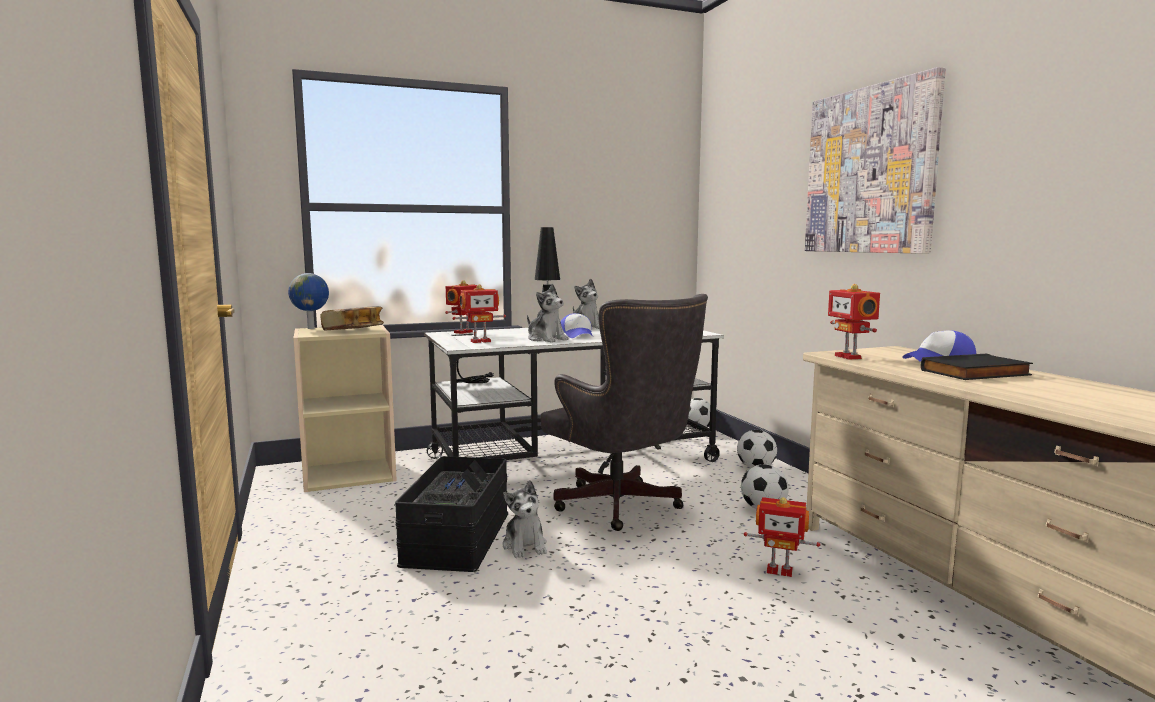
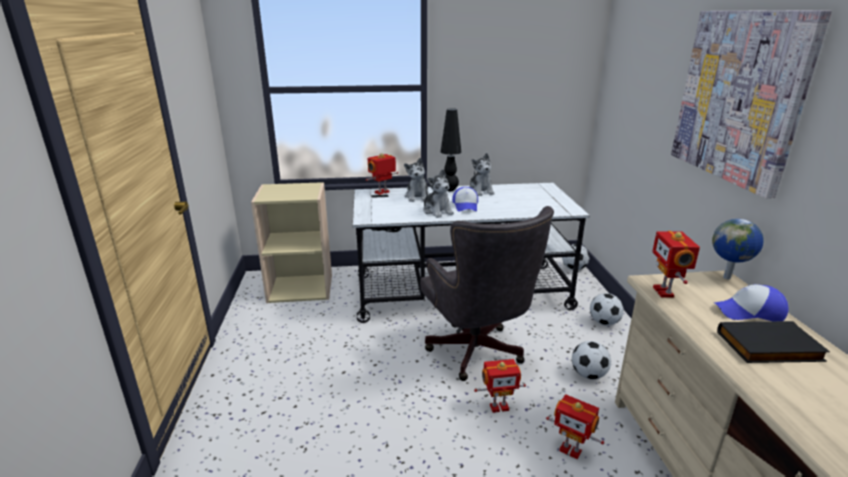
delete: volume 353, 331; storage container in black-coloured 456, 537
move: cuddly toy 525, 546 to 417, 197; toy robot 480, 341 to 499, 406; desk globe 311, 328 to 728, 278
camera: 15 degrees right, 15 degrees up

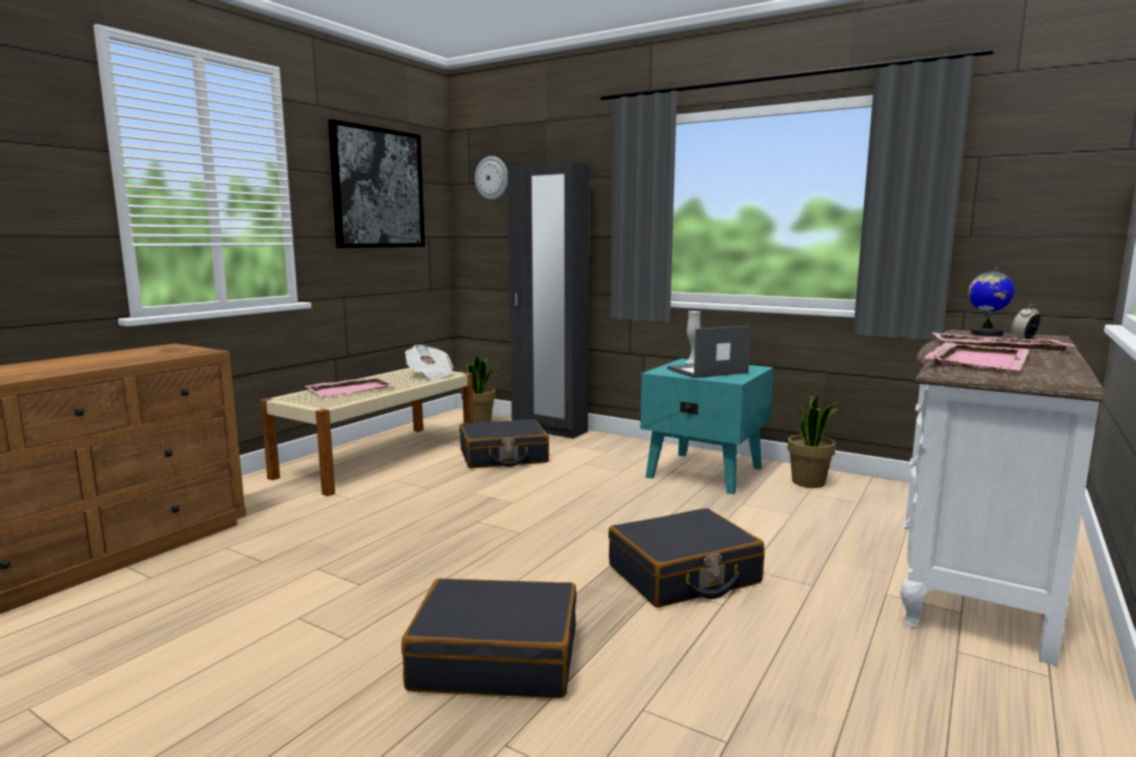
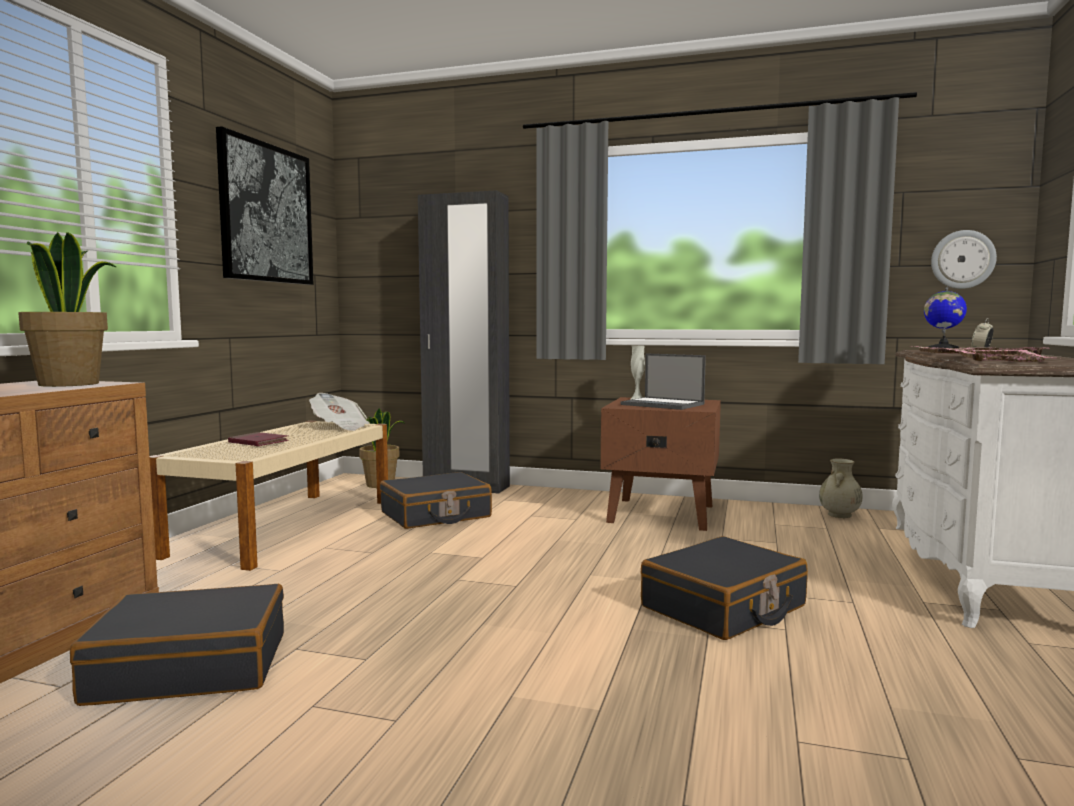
insert: decorative vase in beige-coloured 839, 515
move: plant in a pot 809, 482 to 70, 384; travel case in black-coloured 496, 658 to 190, 667; wall clock 492, 178 to 962, 259
replace: carrying tray in pink 351, 389 to volume in red 258, 442
recolor: bedside table in turquoise-coloured 706, 472 to bedside table in brown-coloured 663, 514
rotate: notebook computer 706, 371 = 663, 404 105 degrees counterclockwise
camera: 15 degrees left, 5 degrees down

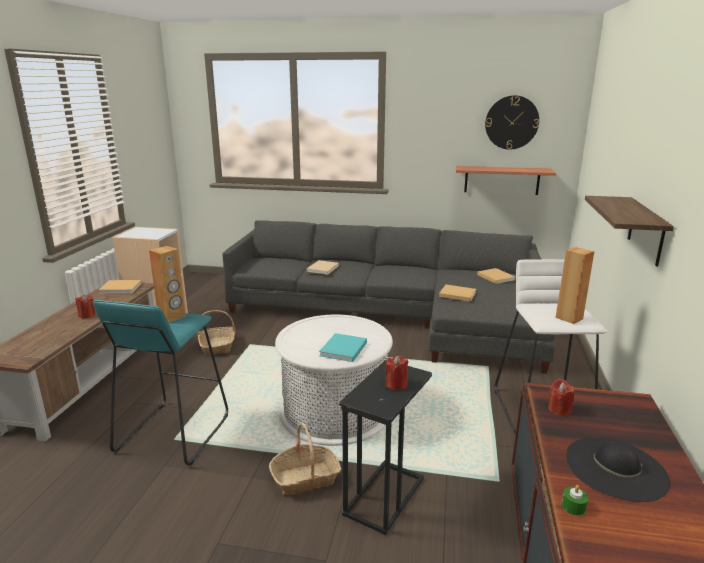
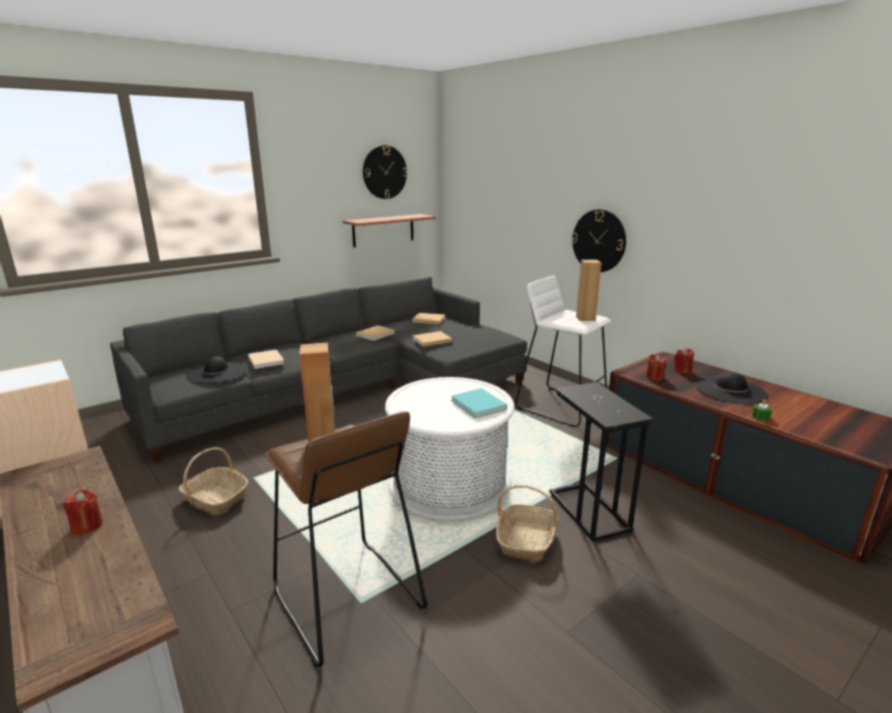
insert: wearable hat in black-coloured 217, 373
move: volume in beige-coloured 122, 288 to 376, 334; wax light in red 396, 384 to 682, 370
replace: bracket shelf 646, 231 to wall clock 599, 241
recolor: sitting stool in turquoise-coloured 172, 433 to sitting stool in brown-coloured 346, 600
camera: 50 degrees left, 0 degrees up

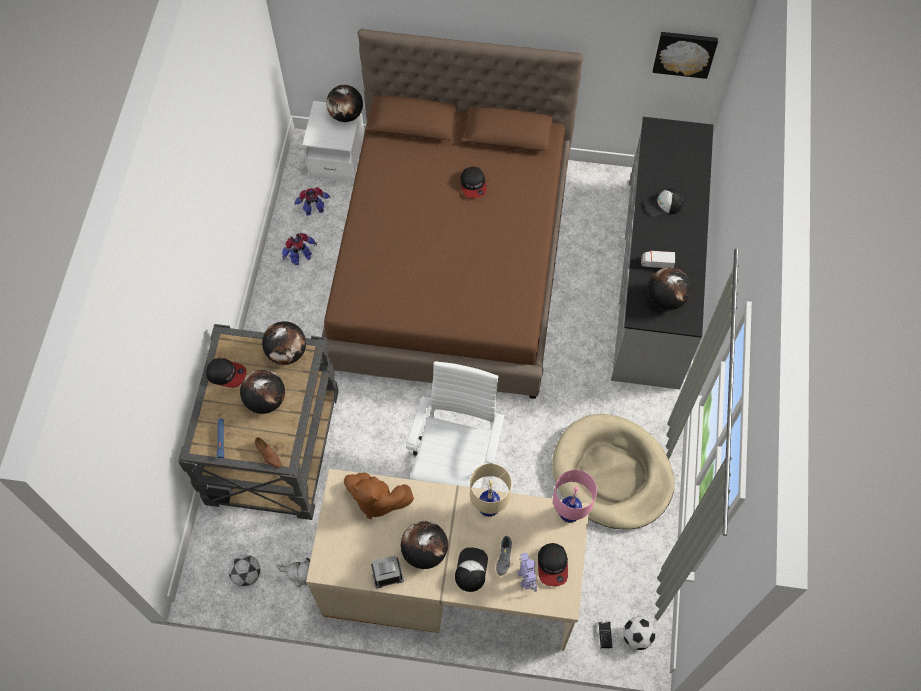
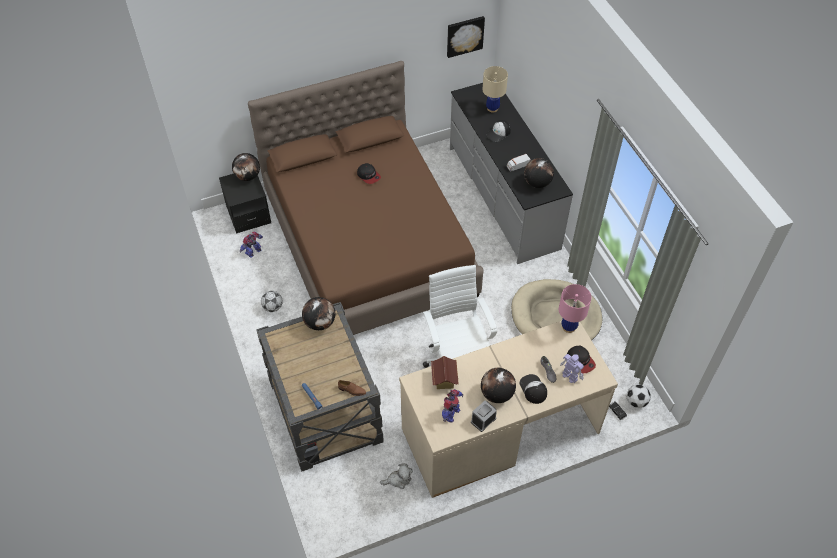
delete: cap 226, 374; desk globe 265, 400
move: football 247, 574 to 273, 307; toy robot 300, 257 to 450, 413; tabletop lamp in beige-coloured 489, 508 to 492, 108
replace: cuddly toy in brown-coloured 376, 500 to miniature house 444, 380
recolor: bedside table in whitish 337, 158 to bedside table in black-coloured 248, 214
camera: 30 degrees left, 10 degrees down

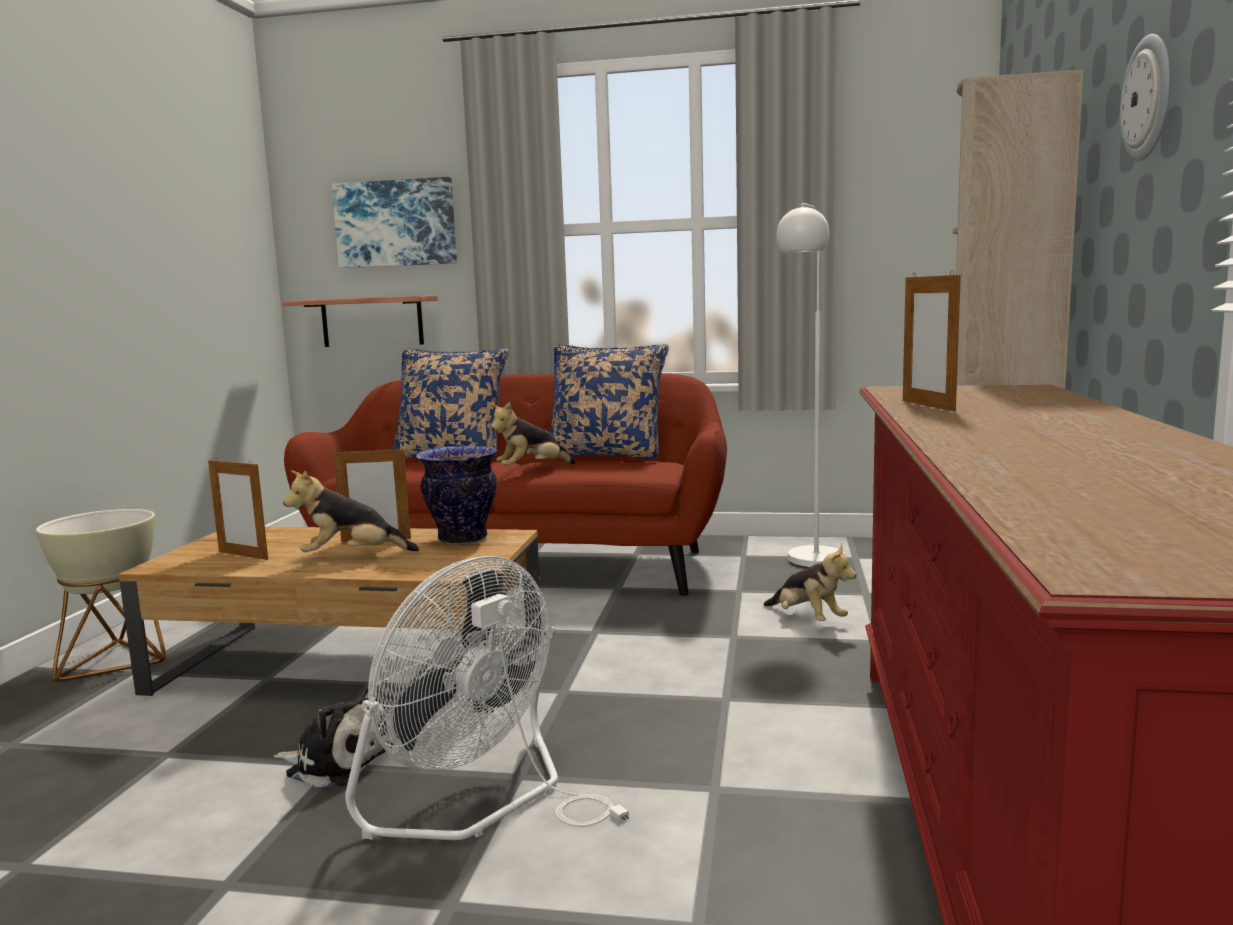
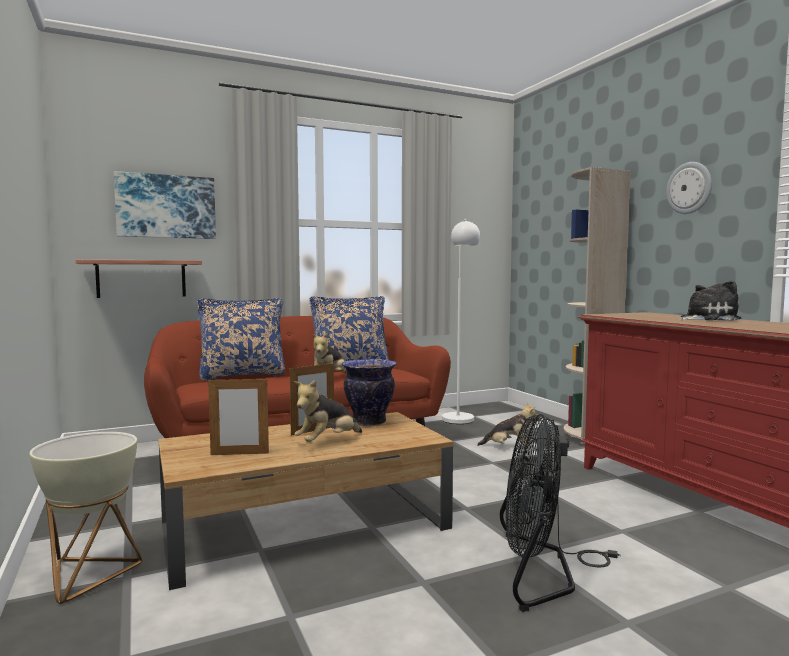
delete: photo frame 928, 406
move: cuddly toy 336, 761 to 706, 319
recolor: fan in whitish 497, 798 to fan in black-coloured 544, 567
camera: 35 degrees left, 5 degrees down

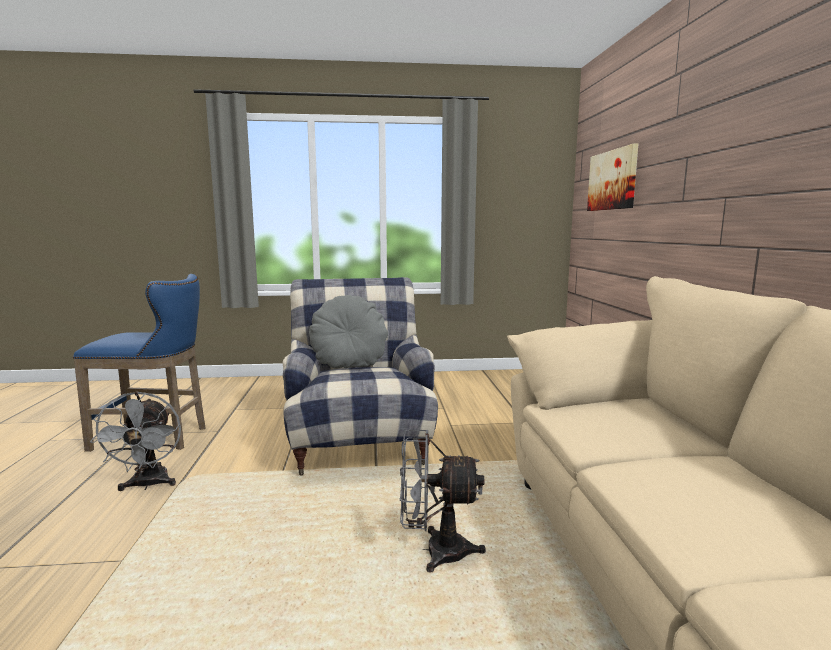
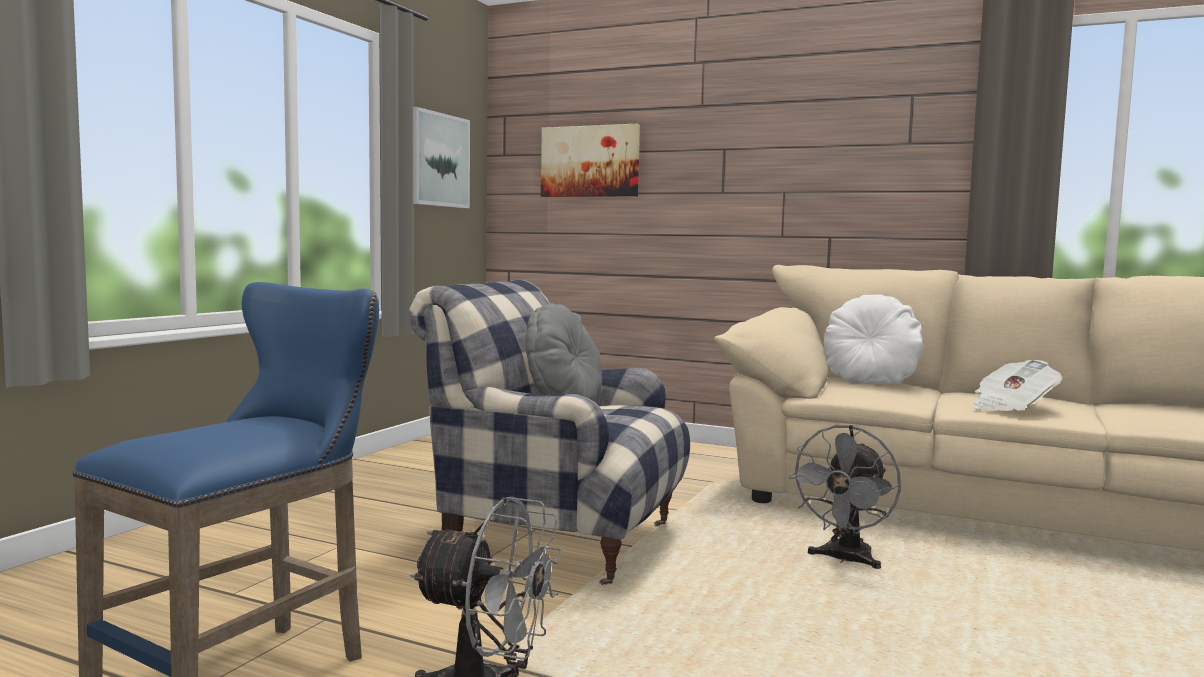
insert: wall picture 438, 160; pillow in whitish 870, 383; newspaper 1011, 408
camera: 60 degrees left, 5 degrees down

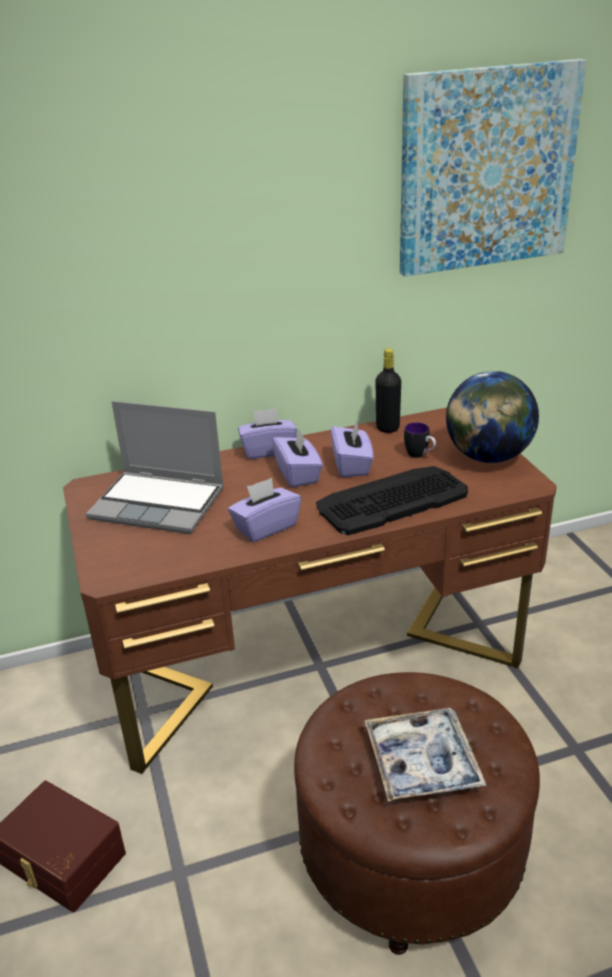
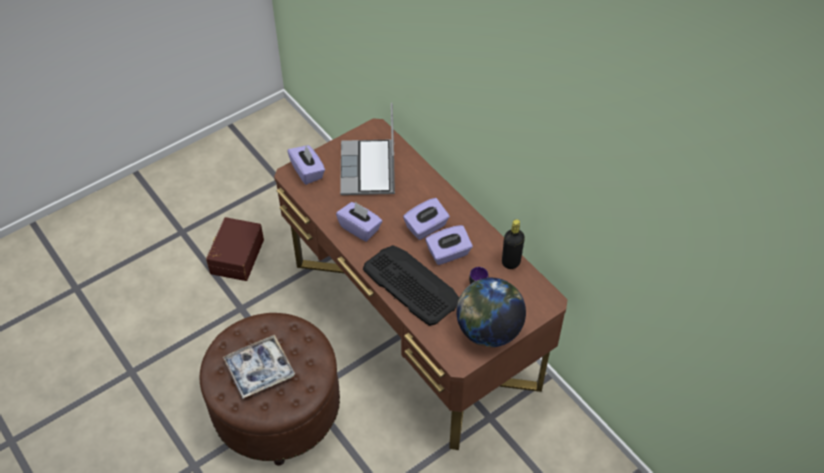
delete: wall picture 486, 169
move: box of tissues in purple 268, 450 to 307, 171
camera: 70 degrees right, 20 degrees up

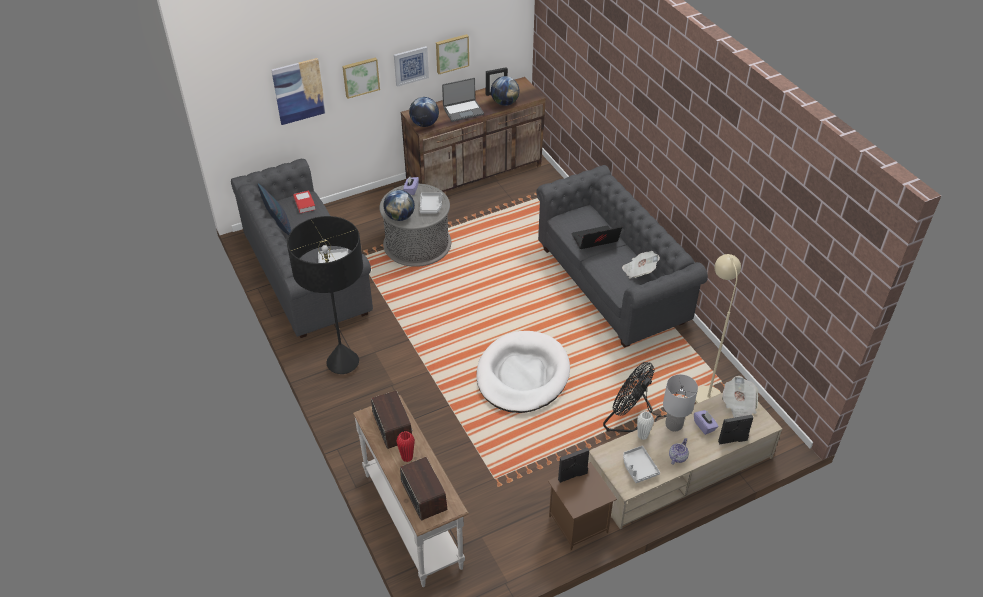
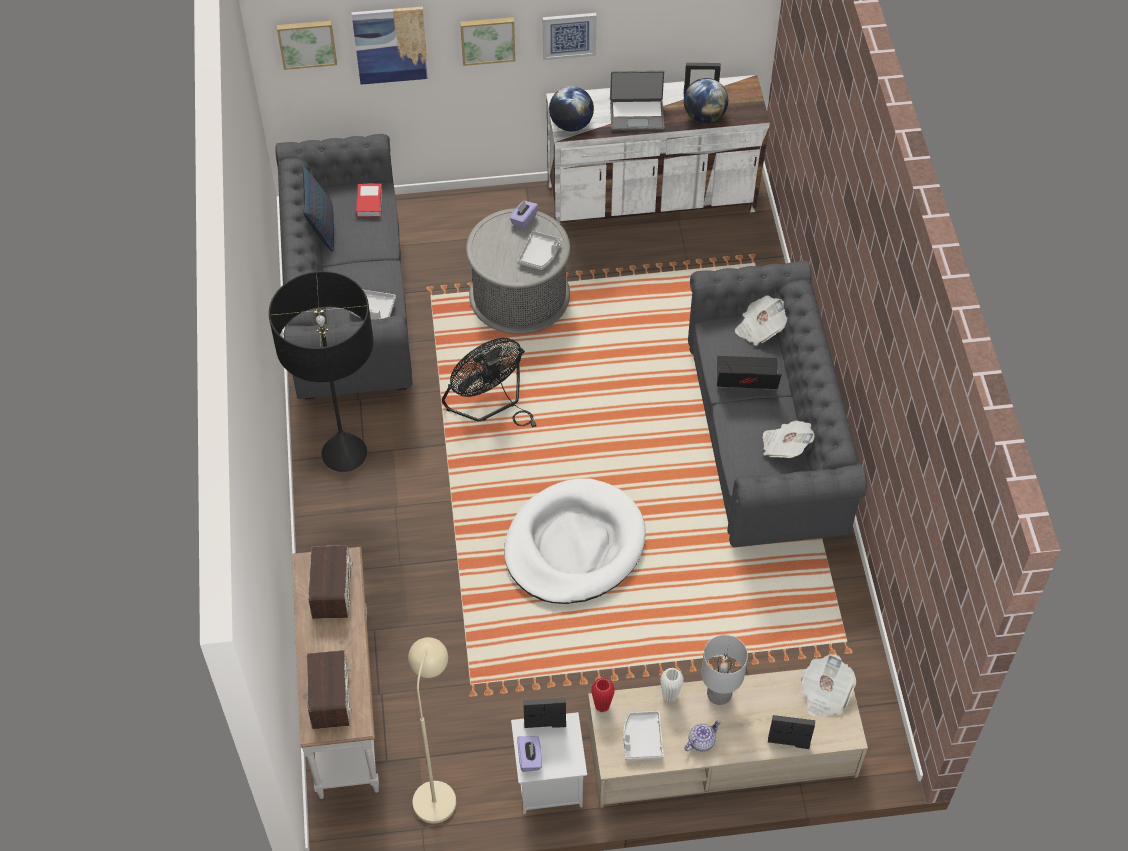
delete: desk globe 400, 217
insert: newspaper 759, 328
move: wall picture 451, 53 to 307, 43; standard lamp in beige-coloured 705, 392 to 437, 790; fan in black-coloured 636, 415 to 495, 403; box of tissues in purple 704, 426 to 530, 758; decorative vase in red 407, 457 to 602, 706
recolor: bedside table in brown-coloured 577, 525 to bedside table in grey 547, 784; storage cabinet in brown-coloured 475, 174 to storage cabinet in whitish 652, 199
camera: 20 degrees right, 10 degrees up

